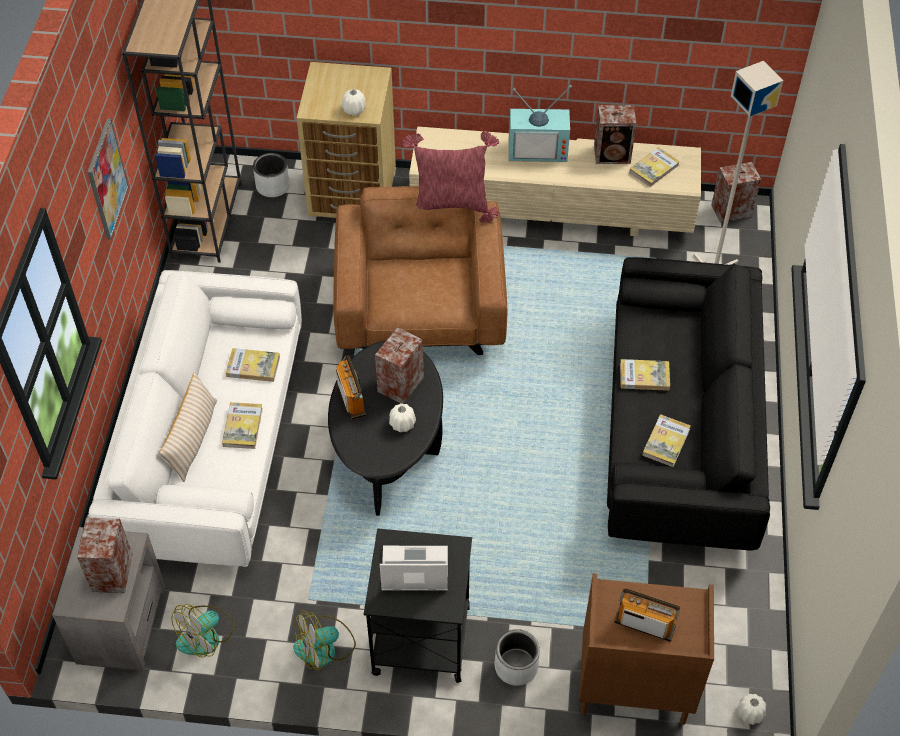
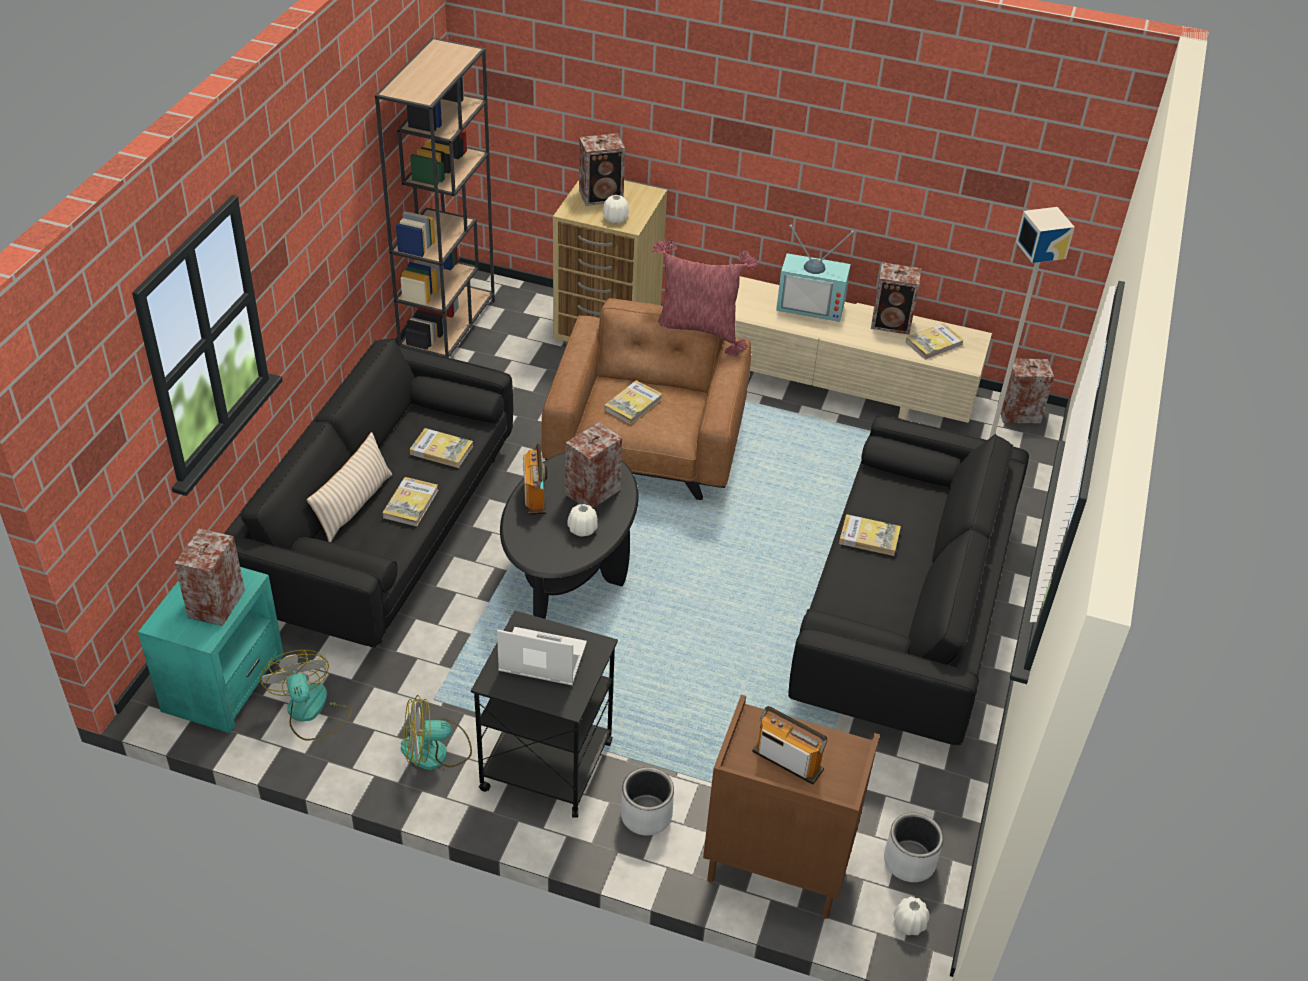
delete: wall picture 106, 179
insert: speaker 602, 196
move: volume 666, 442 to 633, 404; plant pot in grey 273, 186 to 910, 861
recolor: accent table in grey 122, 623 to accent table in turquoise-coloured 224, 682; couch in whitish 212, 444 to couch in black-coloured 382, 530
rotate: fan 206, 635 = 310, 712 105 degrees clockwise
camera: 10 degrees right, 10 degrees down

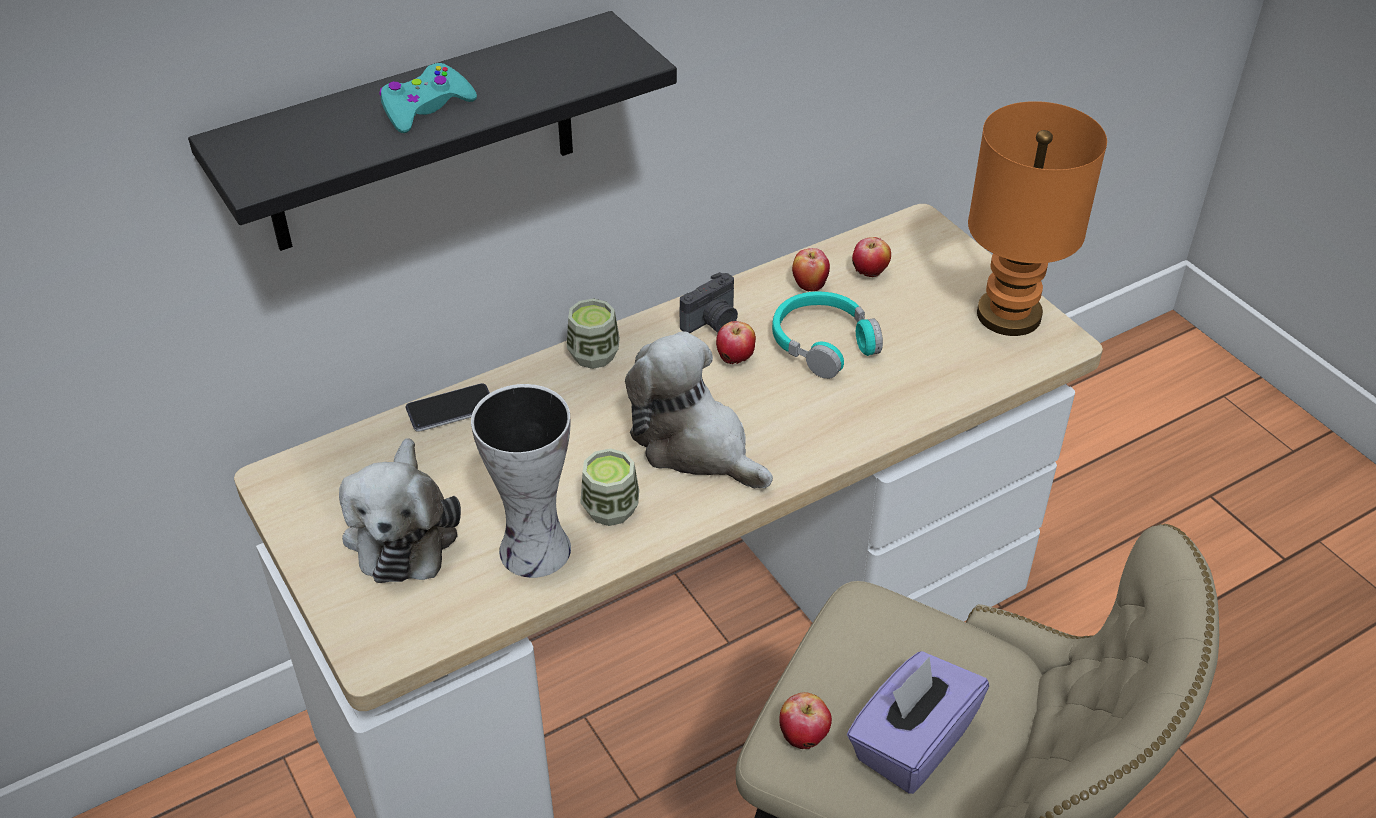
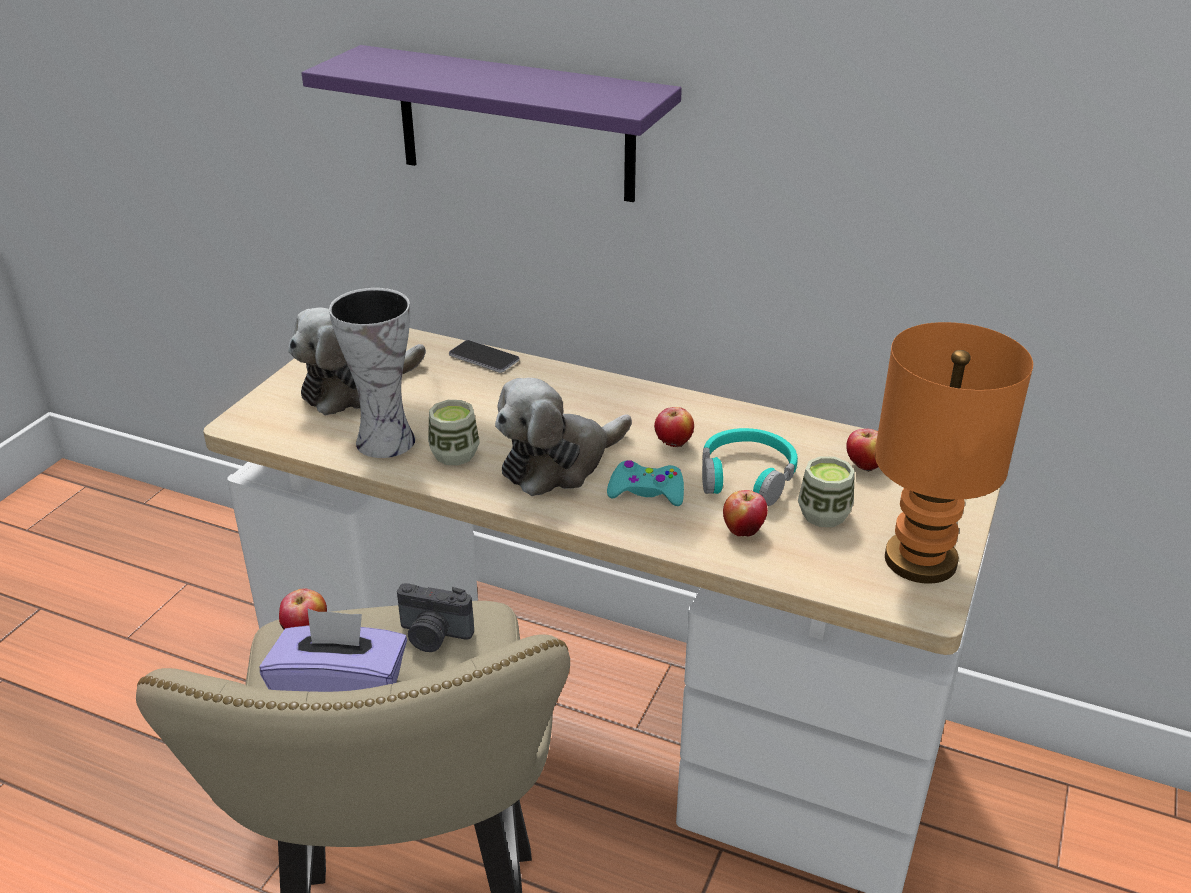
move: photo camera 712, 322 to 433, 636; game controller in turquoise-coloured 426, 108 to 646, 492; apple 809, 285 to 743, 531; small cup 593, 354 to 823, 514
recolor: bracket shelf in black-coloured 421, 135 to bracket shelf in purple 515, 124
rotate: cuddly toy 695, 445 = 559, 463 135 degrees counterclockwise
camera: 55 degrees right, 10 degrees down

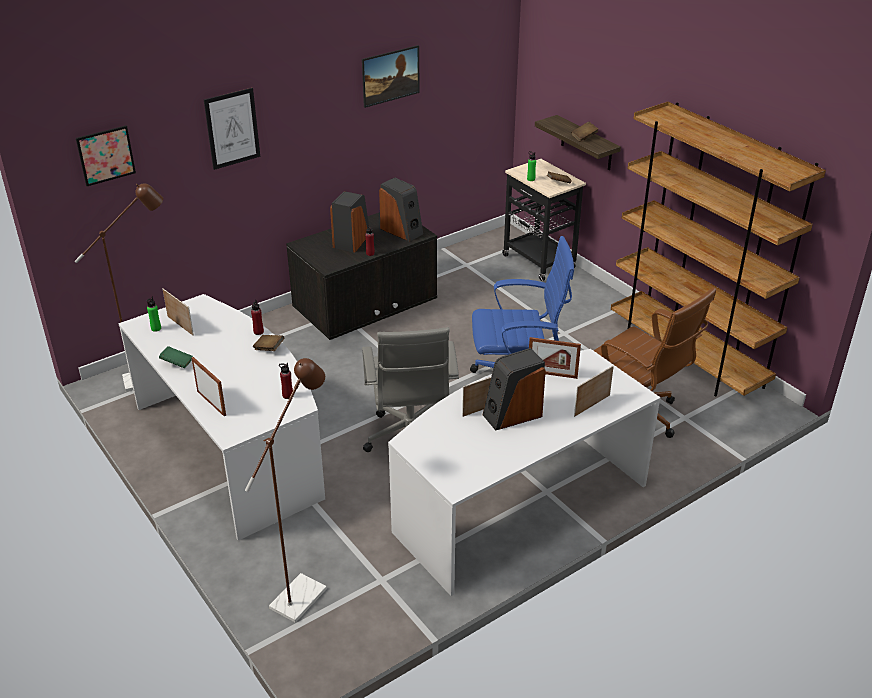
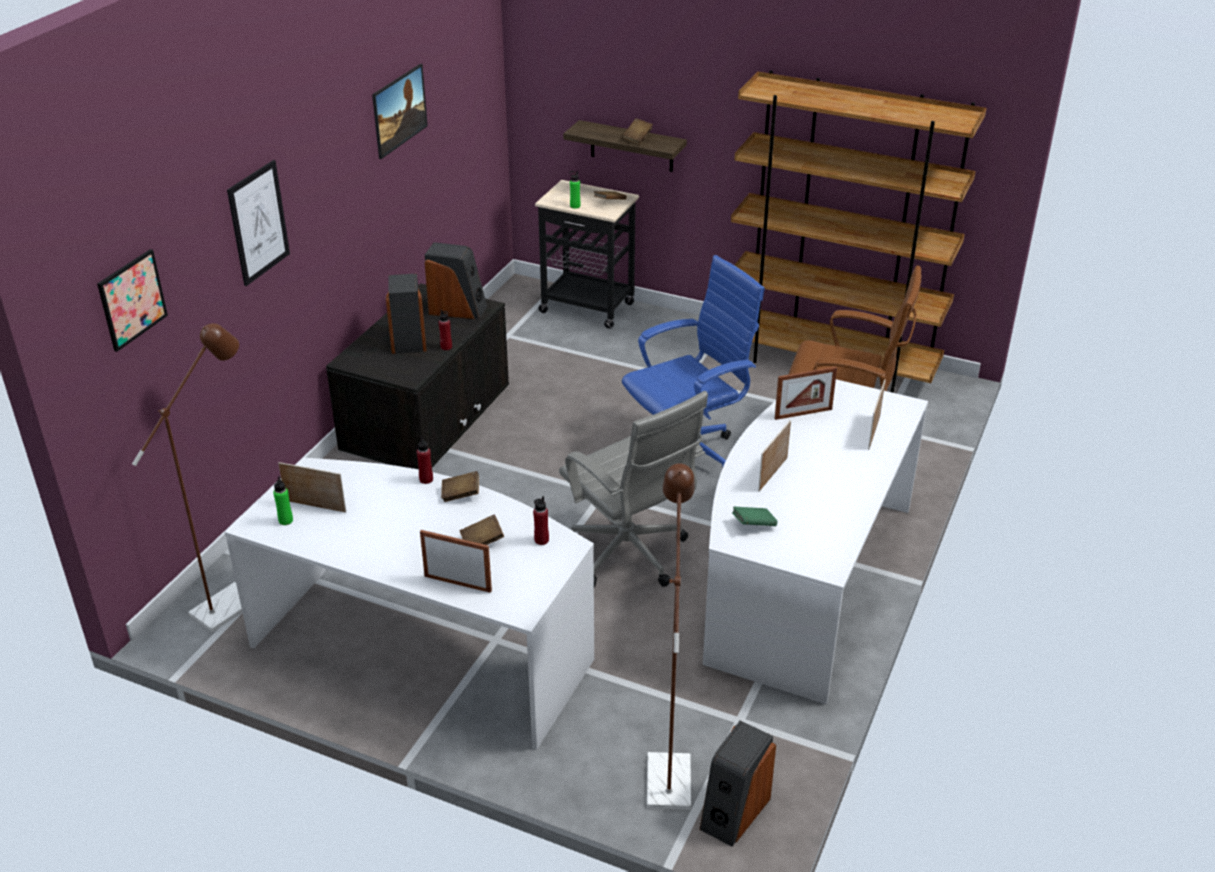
insert: volume in brown-coloured 482, 541
move: speaker 512, 415 to 734, 812; volume in green 177, 363 to 753, 525
camera: 30 degrees left, 0 degrees up

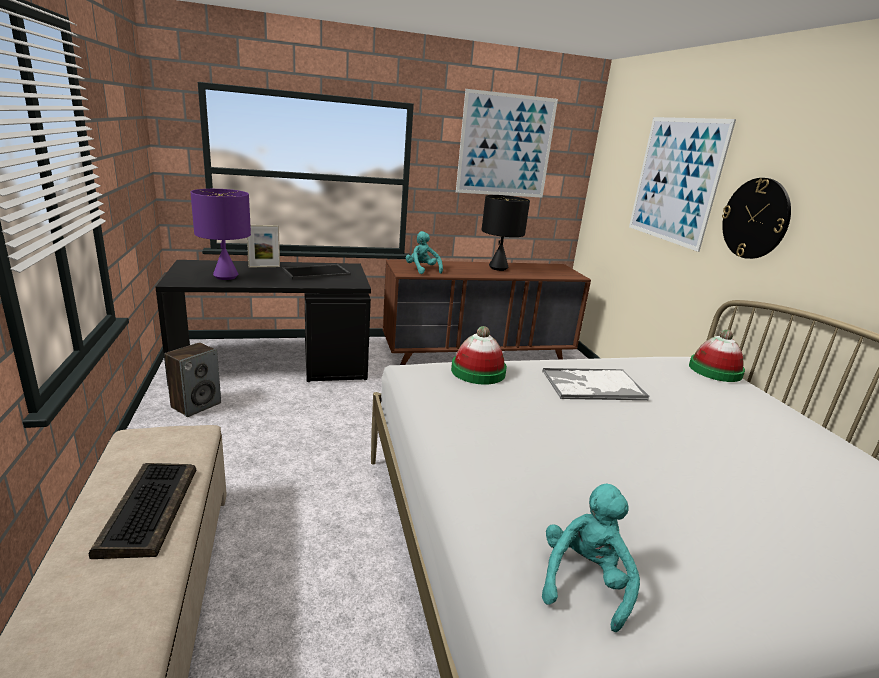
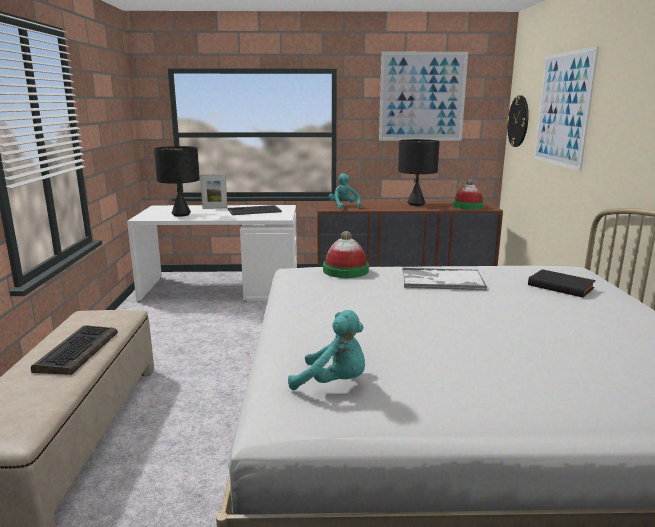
delete: speaker 196, 405
insert: volume in black-coloured 561, 286
move: wearable hat 715, 370 to 468, 206; wall clock 755, 218 to 518, 121
recolor: desk table in black-coloured 274, 363 to desk table in whitish 222, 288; tabletop lamp in purple 226, 277 to tabletop lamp in black-coloured 181, 215
rotate: cuddly toy in turquoise-coloured 584, 581 = 334, 383 75 degrees clockwise
camera: 15 degrees right, 5 degrees down

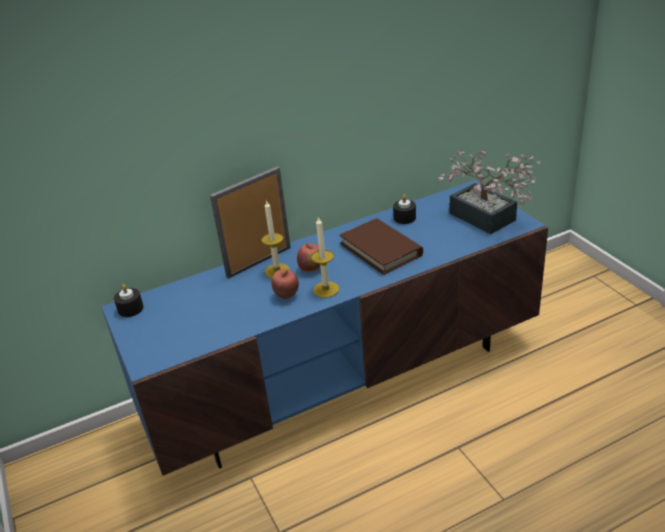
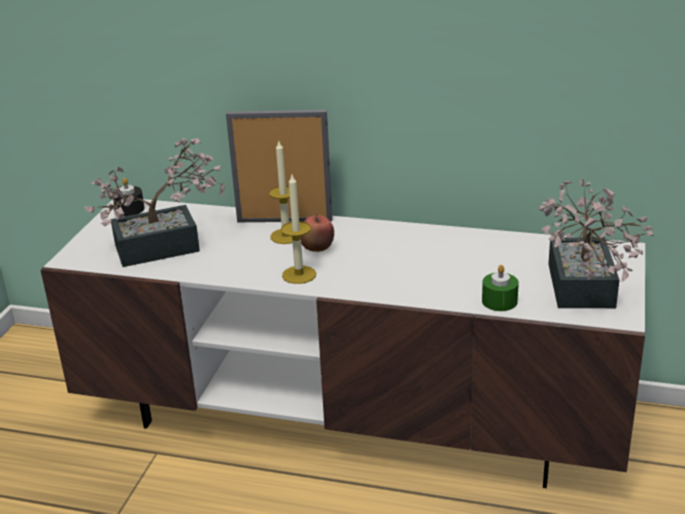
delete: apple 286, 295; volume in brown-coloured 381, 249; wax light in black-coloured 404, 218
insert: plant in a pot 168, 246; wax light in green 499, 301
recolor: tv stand in blue-coloured 343, 378 to tv stand in whitish 350, 418
camera: 40 degrees right, 5 degrees down

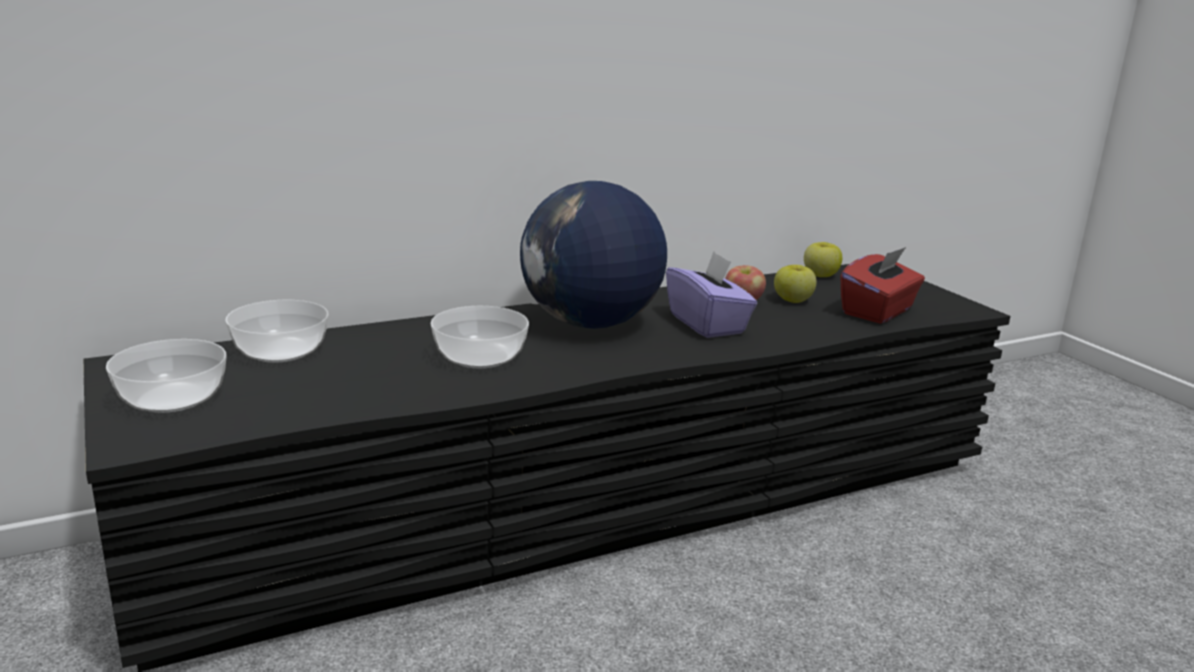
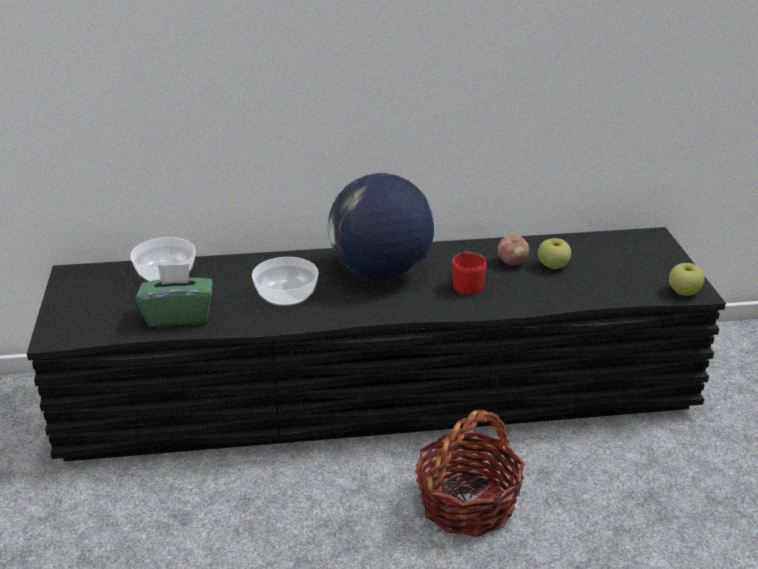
delete: bowl 172, 398; box of tissues in red 878, 312
insert: box of tissues in green 178, 316; storage basket 467, 504
move: apple 820, 275 to 683, 292
replace: box of tissues in purple 707, 324 to tea mug in red 466, 283
camera: 20 degrees right, 10 degrees up

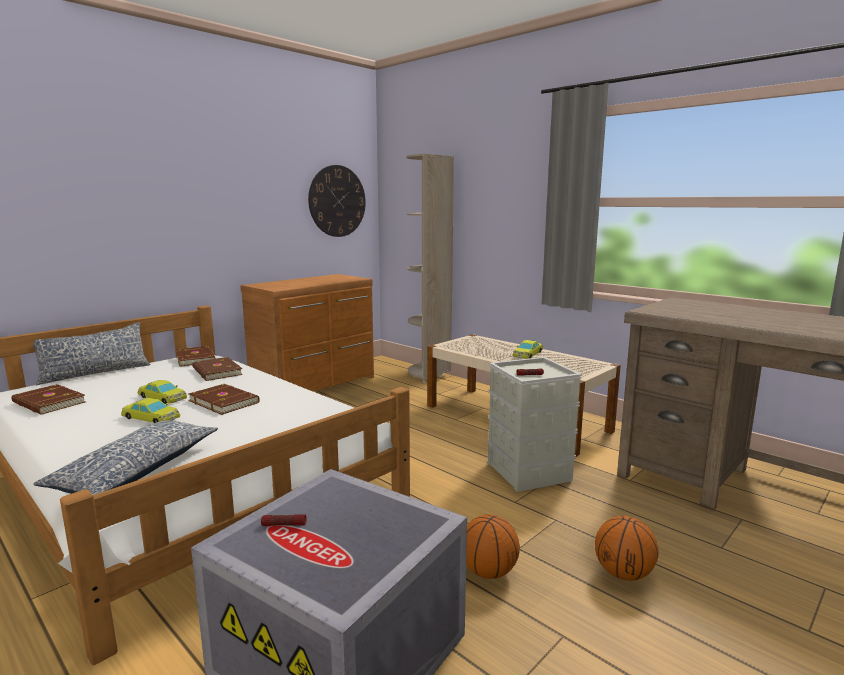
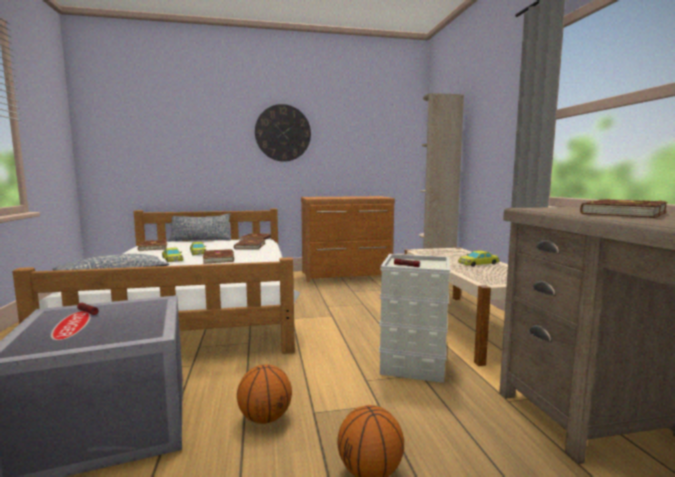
insert: volume in brown-coloured 621, 213
move: wall clock 337, 201 to 283, 133
camera: 35 degrees right, 5 degrees down

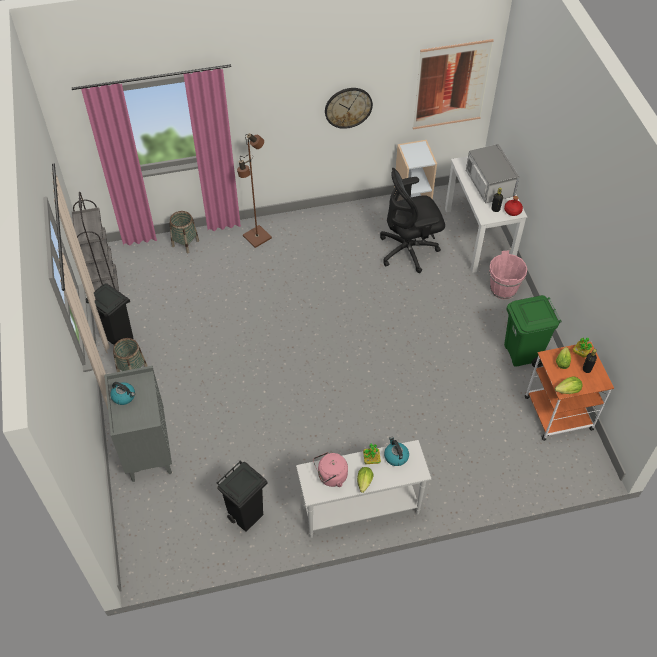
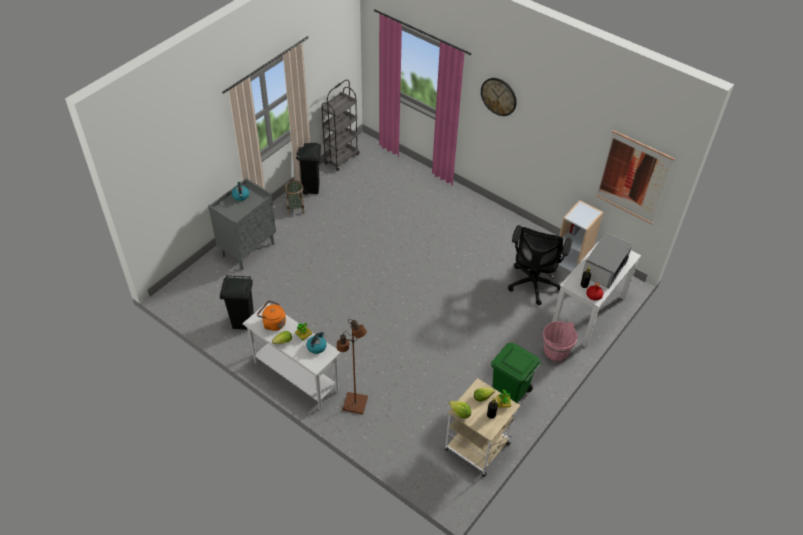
delete: storage basket 185, 243
move: standard lamp in brown-coloured 257, 237 to 355, 403; wall clock 348, 107 to 499, 96
recolor: kettle in pink 331, 477 to kettle in orange-coloured 273, 323; cart in orange-coloured 558, 414 to cart in beige-coloured 477, 448
rotate: computer chair in black-coloured 411, 248 = 533, 280 105 degrees counterclockwise
camera: 50 degrees right, 5 degrees down

